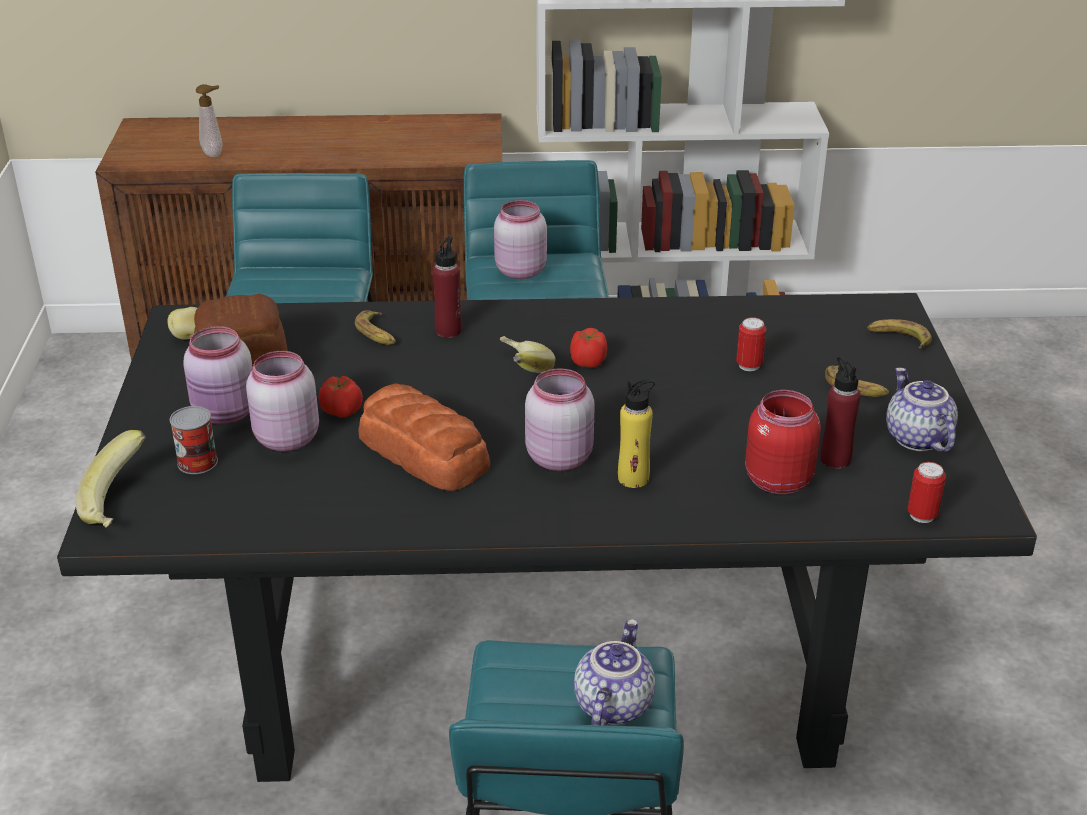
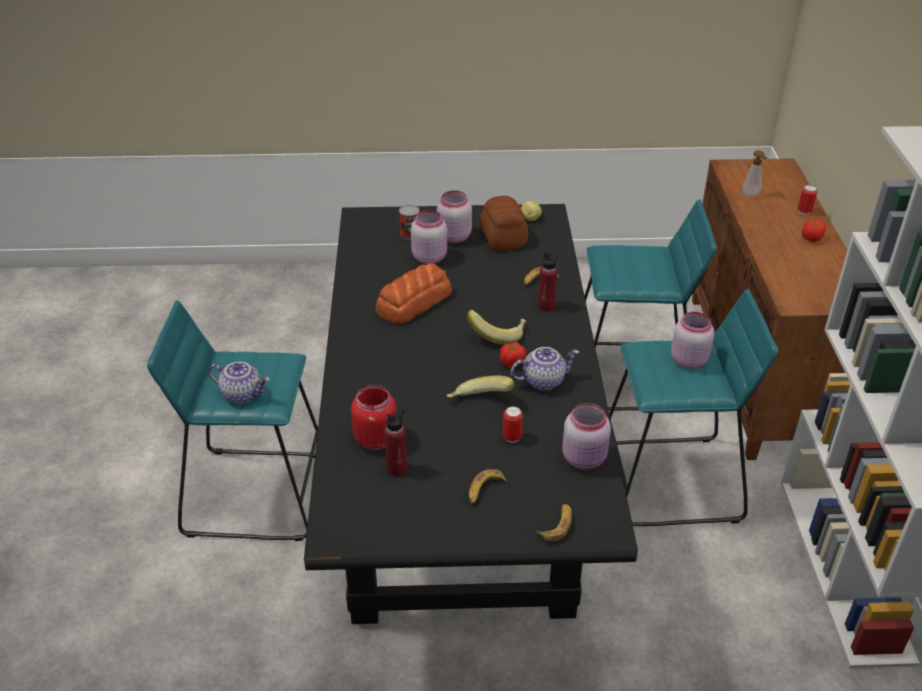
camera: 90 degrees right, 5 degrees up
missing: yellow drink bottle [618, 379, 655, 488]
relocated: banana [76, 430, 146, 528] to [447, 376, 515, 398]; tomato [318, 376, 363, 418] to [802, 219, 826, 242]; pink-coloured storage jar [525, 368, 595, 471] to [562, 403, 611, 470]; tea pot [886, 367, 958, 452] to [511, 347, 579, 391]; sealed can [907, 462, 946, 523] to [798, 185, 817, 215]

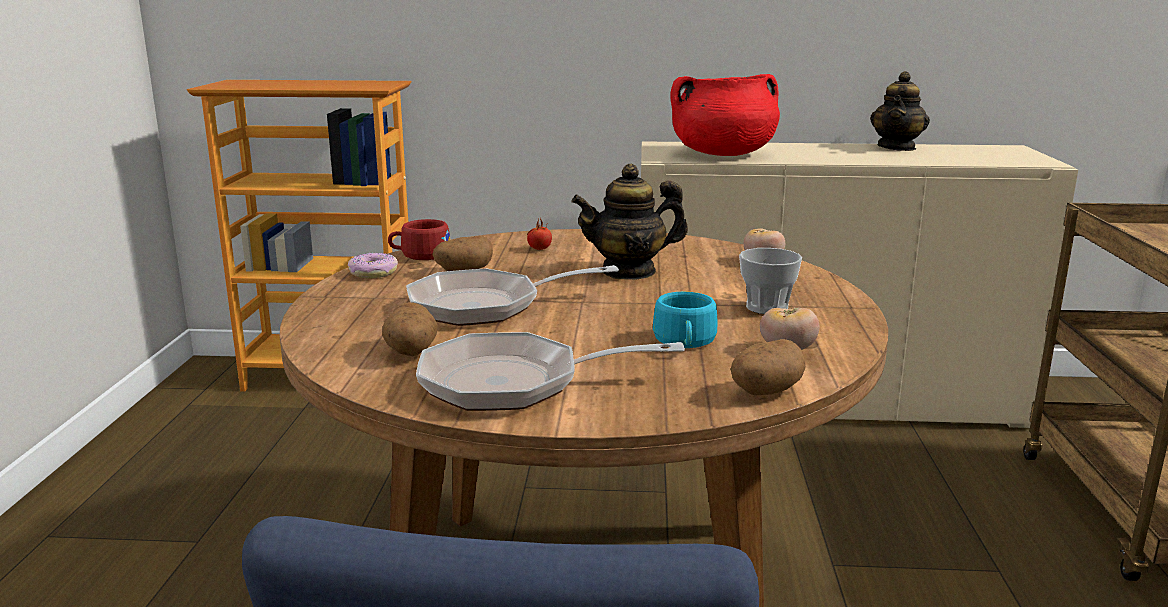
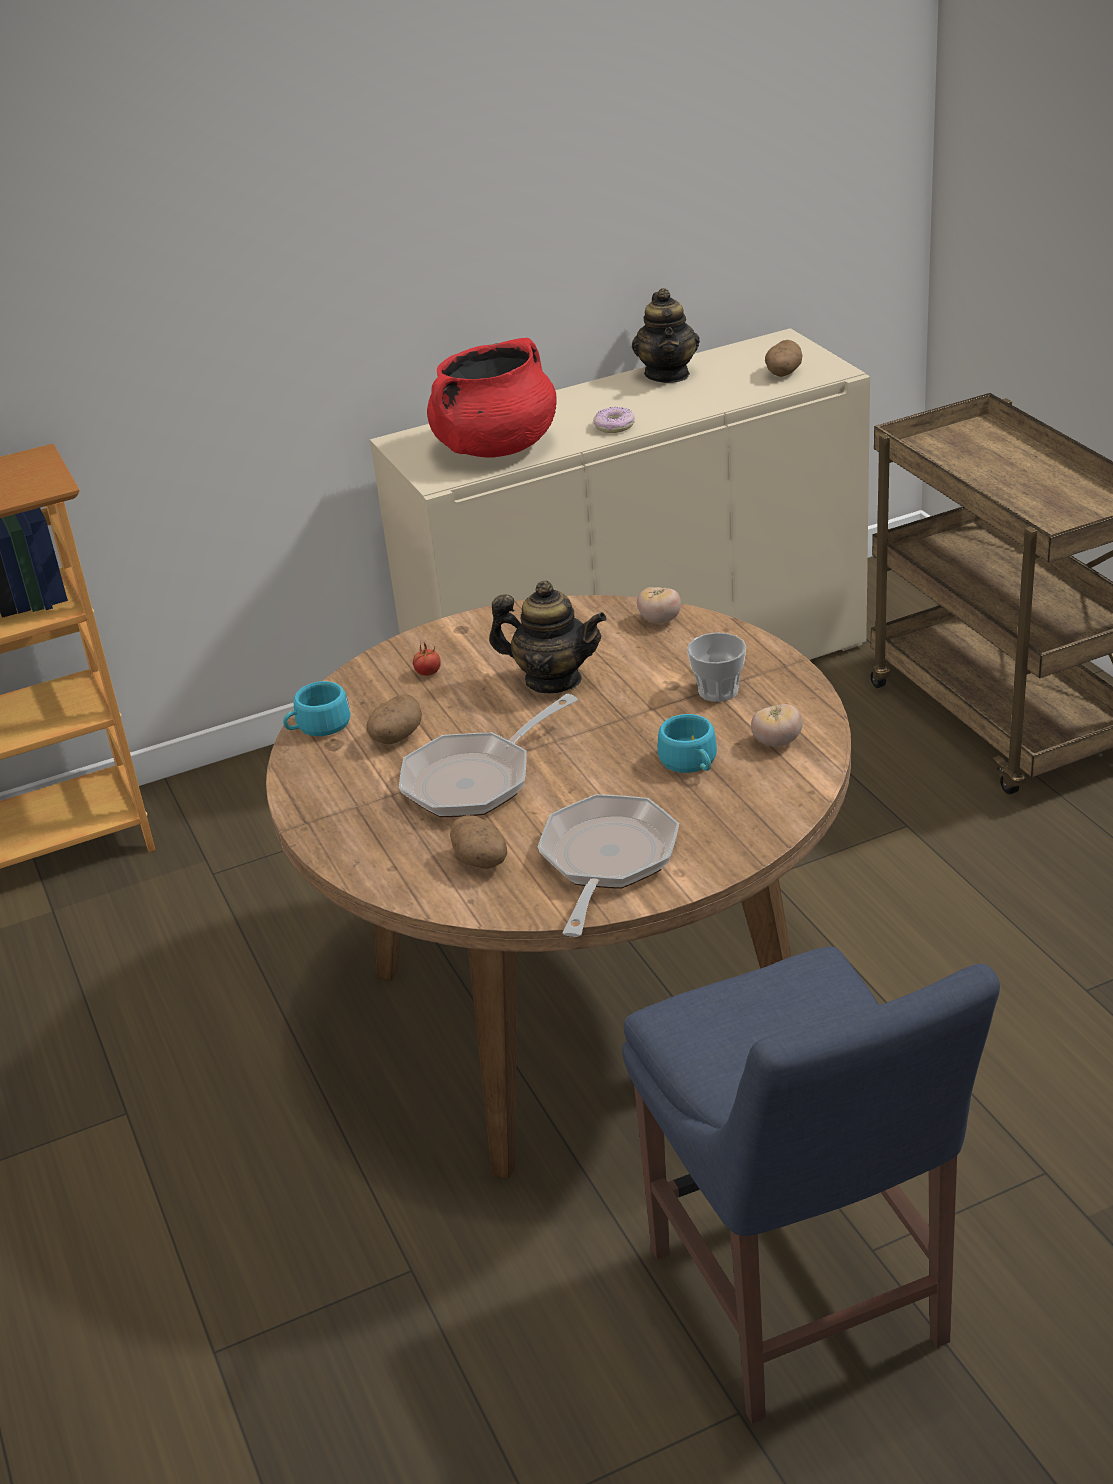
camera: 25 degrees left, 15 degrees up
relocated: doughnut [348, 253, 398, 278] to [593, 407, 635, 433]; spud [731, 339, 806, 396] to [765, 340, 803, 377]
colour: red drinking cup [388, 219, 450, 260] to blue-green drinking cup [283, 681, 351, 736]
spun: skillet [416, 332, 685, 411] = [538, 794, 679, 937] 135 degrees clockwise; tea pot [571, 164, 688, 280] = [489, 580, 607, 693] 120 degrees counterclockwise

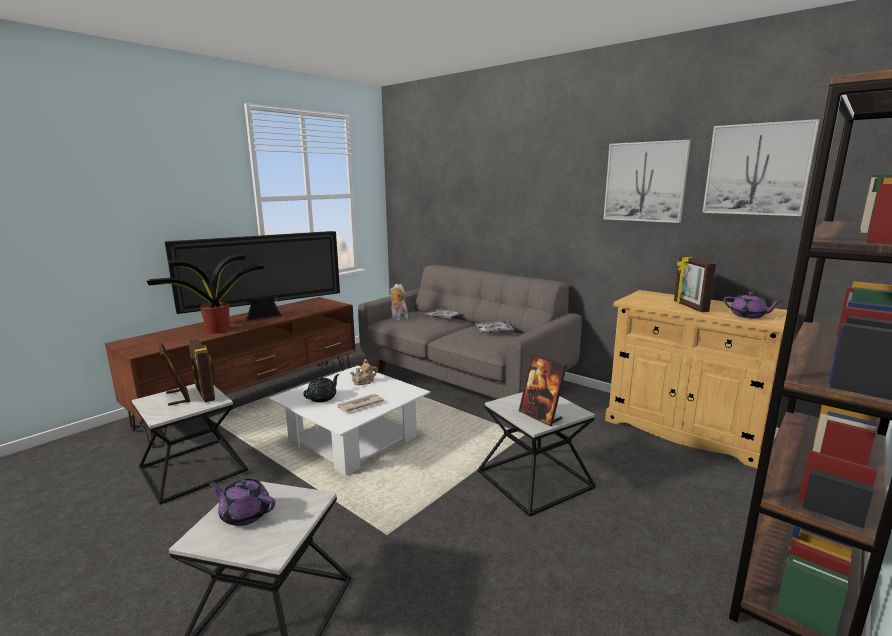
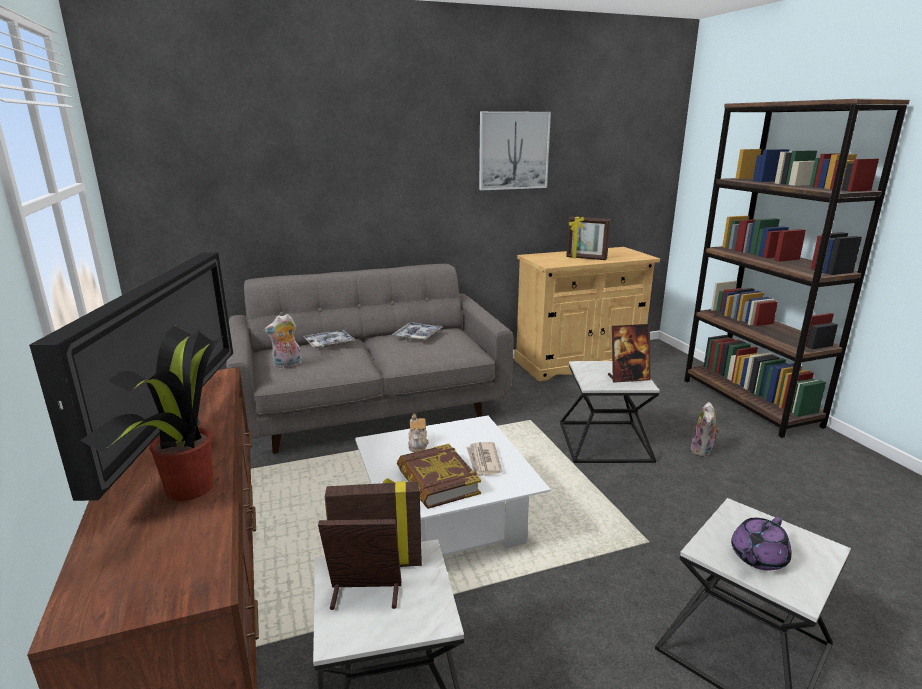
camera: 60 degrees left, 5 degrees up
missing: wall art [702, 119, 820, 216]; purplish tea pot [724, 292, 782, 319]
appeared: soft toy [690, 402, 719, 457]
exchanged: black-coloured tea pot [303, 374, 339, 403] to bound book [397, 444, 481, 509]

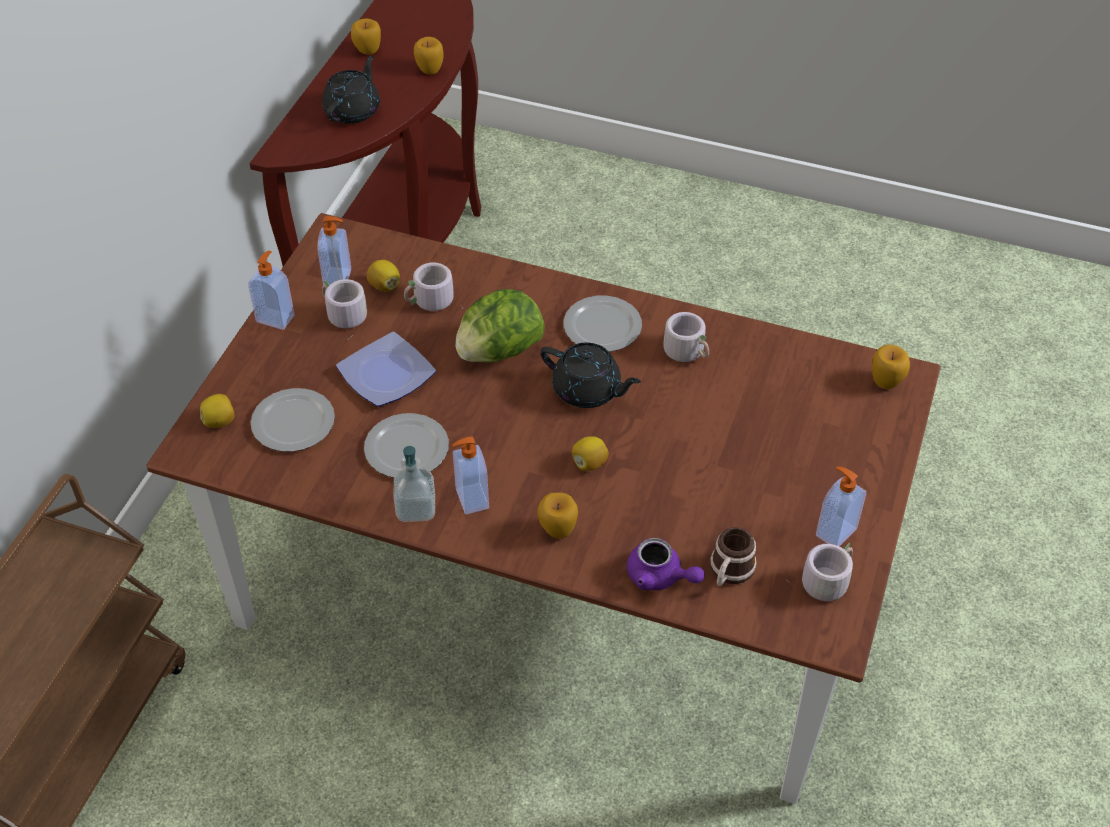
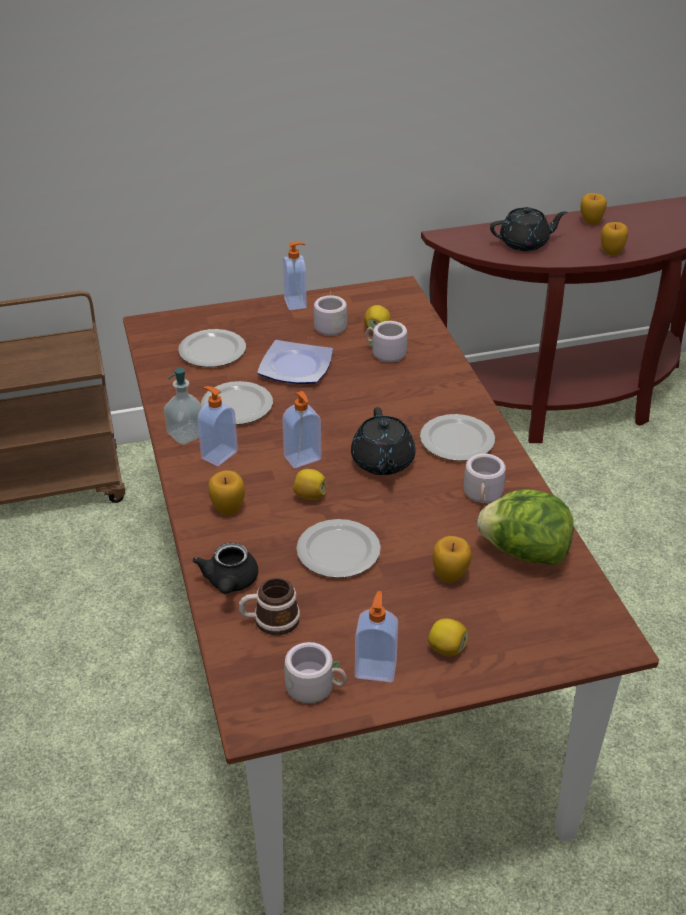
camera: 55 degrees right, 10 degrees down
appeared: flat dish [296, 519, 381, 578]
relocated: citrus fruit [200, 394, 234, 428] to [428, 618, 468, 656]; soap dispenser [318, 216, 351, 289] to [282, 391, 322, 468]; lettuce head [455, 289, 545, 363] to [477, 489, 574, 565]; whole apple [872, 344, 910, 389] to [433, 536, 471, 583]
colour: purplish tea pot [627, 538, 705, 590] to black-coloured tea pot [192, 543, 258, 594]

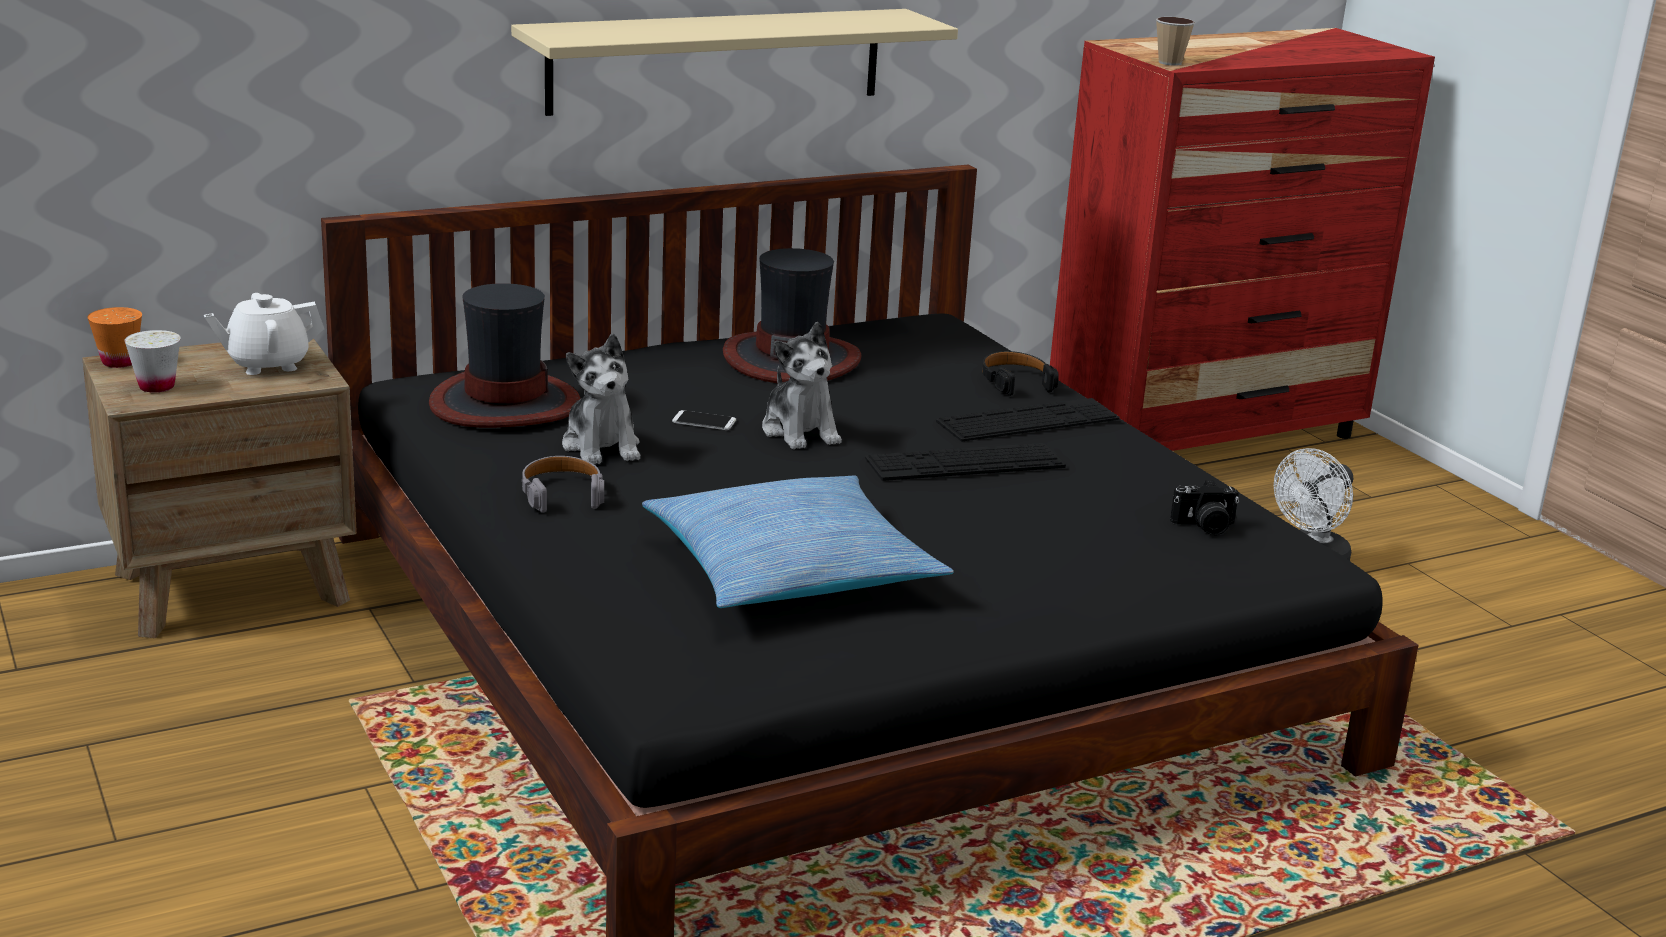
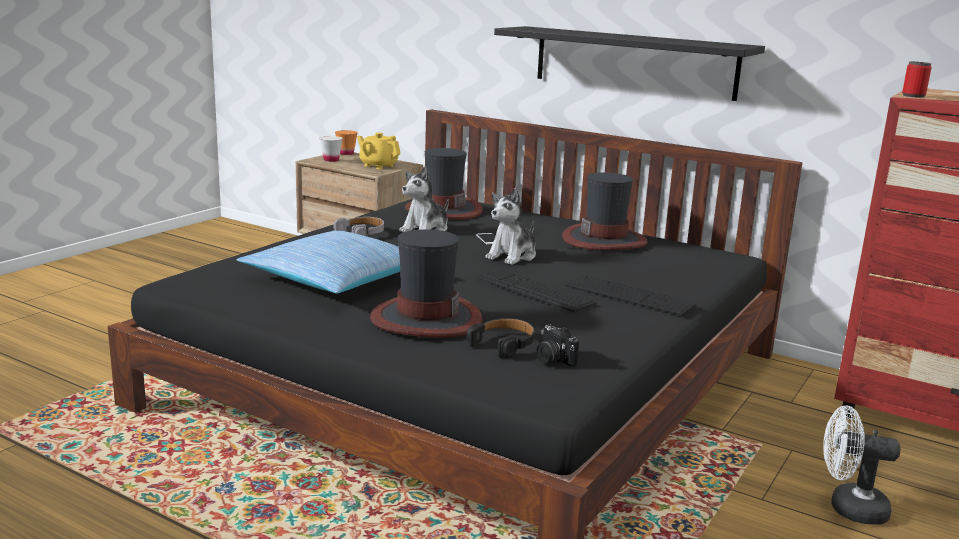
camera: 60 degrees right, 5 degrees down
appeared: hat [370, 229, 482, 338]
relocated: black-coloured headphones [982, 351, 1059, 396] to [467, 318, 535, 358]
exchanged: drinking cup [1156, 17, 1195, 66] to sealed can [902, 62, 932, 98]
colour: white tea pot [204, 293, 324, 375] to yellow tea pot [357, 132, 400, 169]; beige bracket shelf [511, 9, 958, 116] to black-coloured bracket shelf [494, 26, 765, 101]

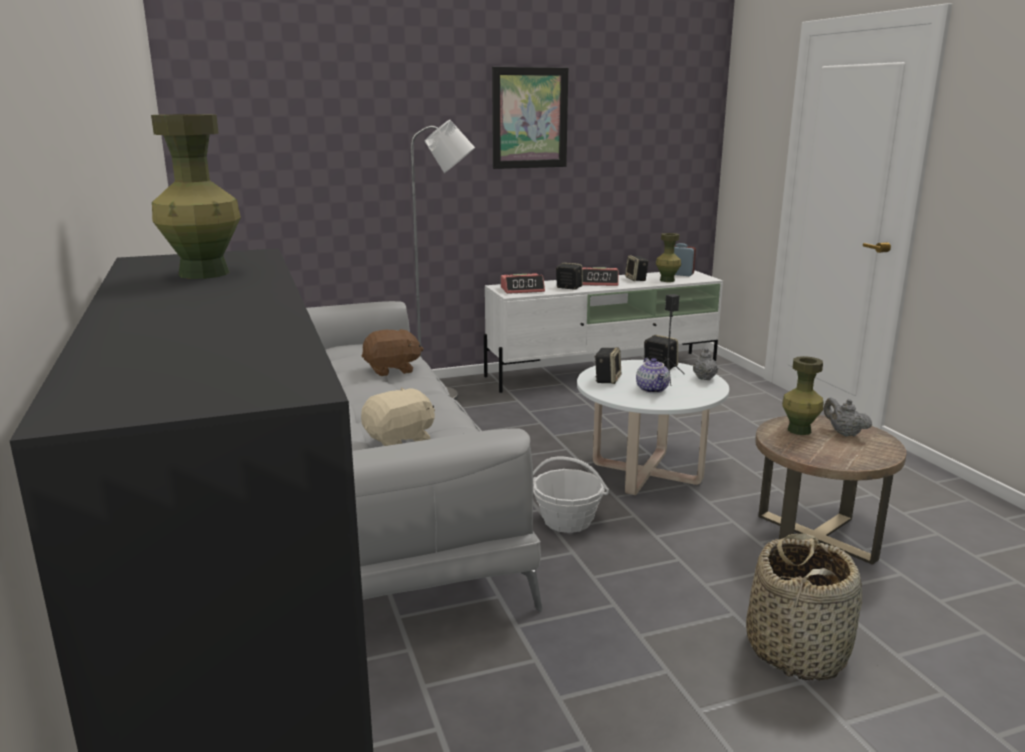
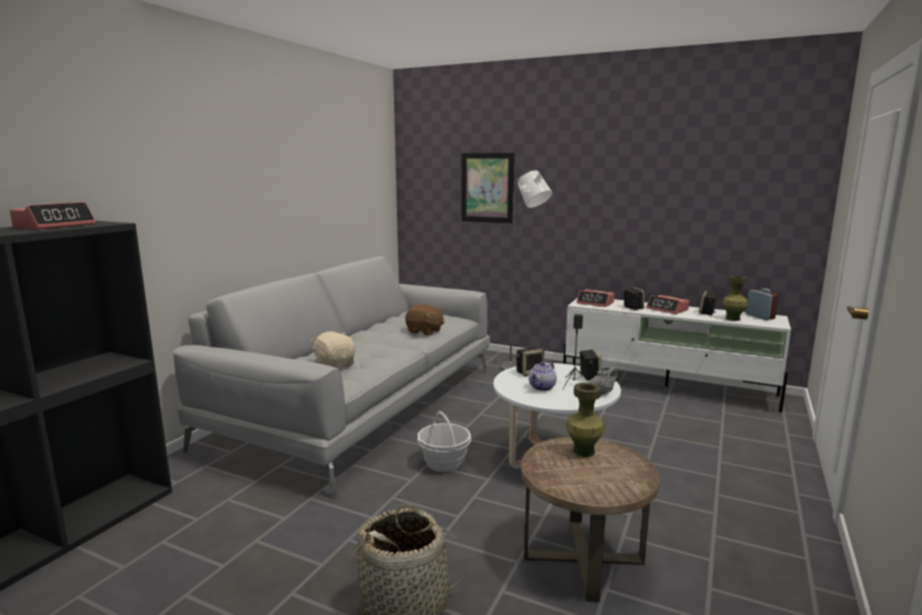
camera: 45 degrees right, 5 degrees down
missing: grey tea pot [824, 398, 872, 436]
relocated: wall art [492, 67, 569, 169] to [461, 153, 515, 223]
exchanged: green flower vase [151, 114, 241, 279] to table clock [10, 202, 96, 230]
spun: beige soft toy [361, 387, 435, 446] = [310, 332, 355, 368] 135 degrees counterclockwise

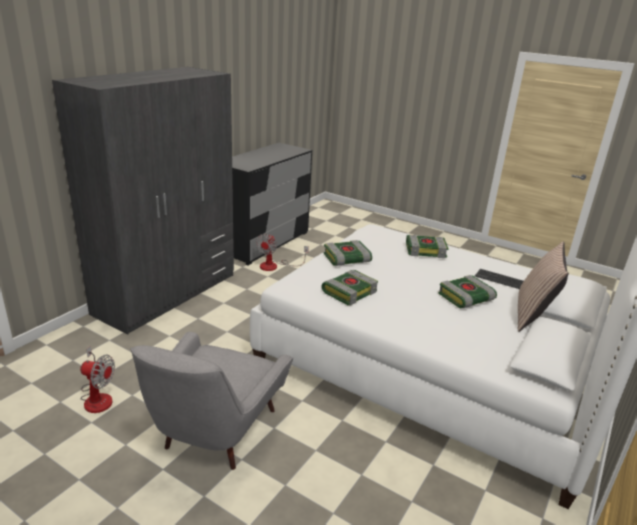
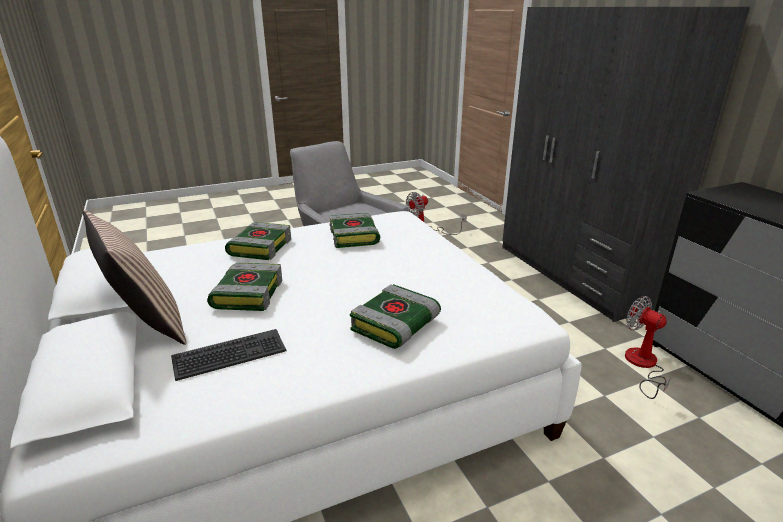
camera: 125 degrees right, 0 degrees up
relocated: bound book [323, 240, 372, 266] to [225, 222, 291, 260]

